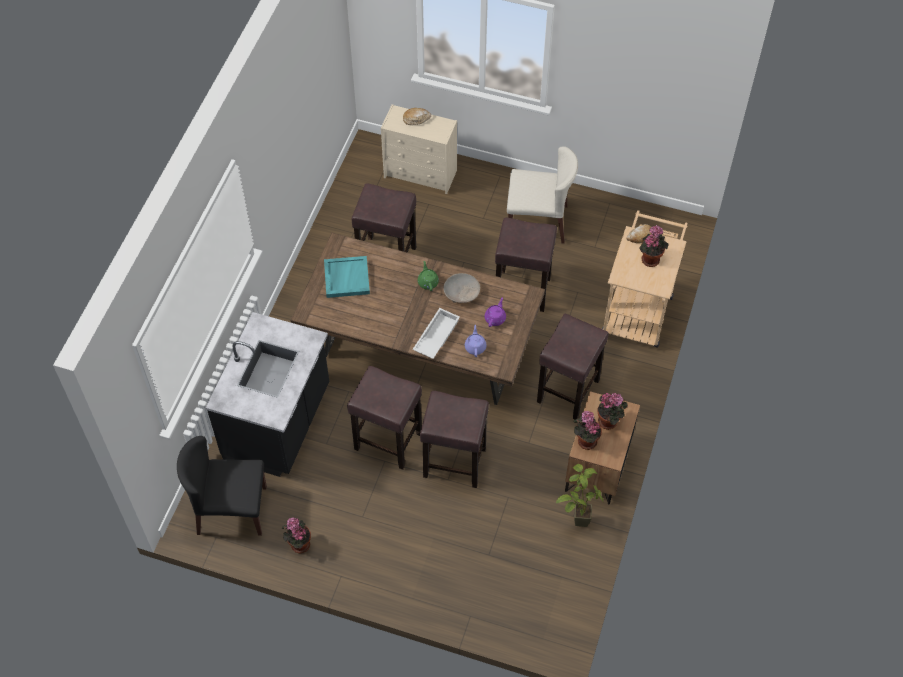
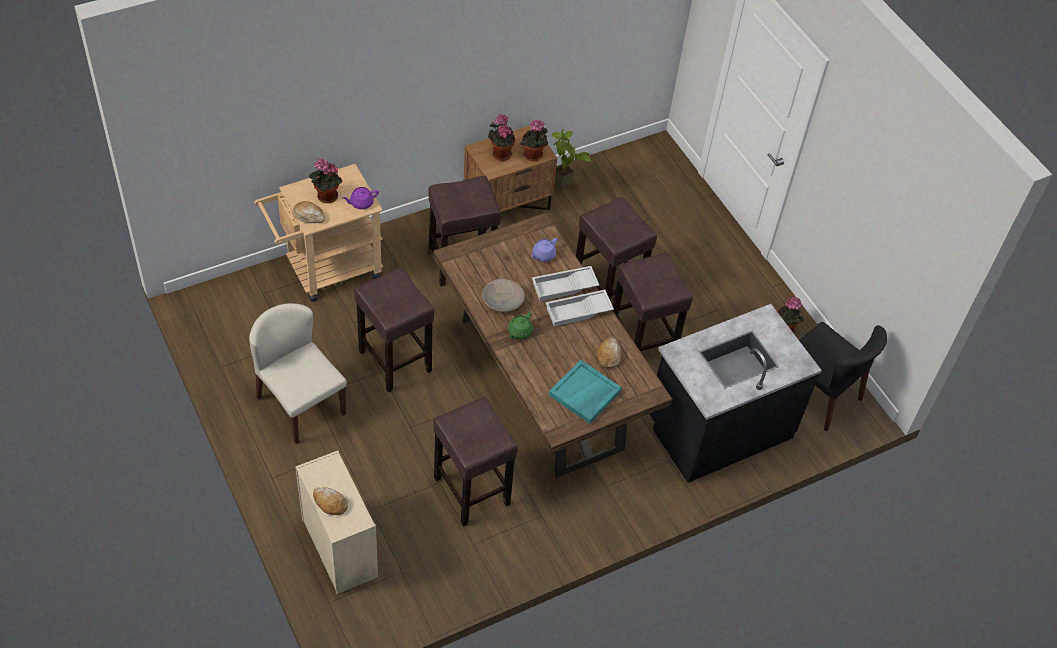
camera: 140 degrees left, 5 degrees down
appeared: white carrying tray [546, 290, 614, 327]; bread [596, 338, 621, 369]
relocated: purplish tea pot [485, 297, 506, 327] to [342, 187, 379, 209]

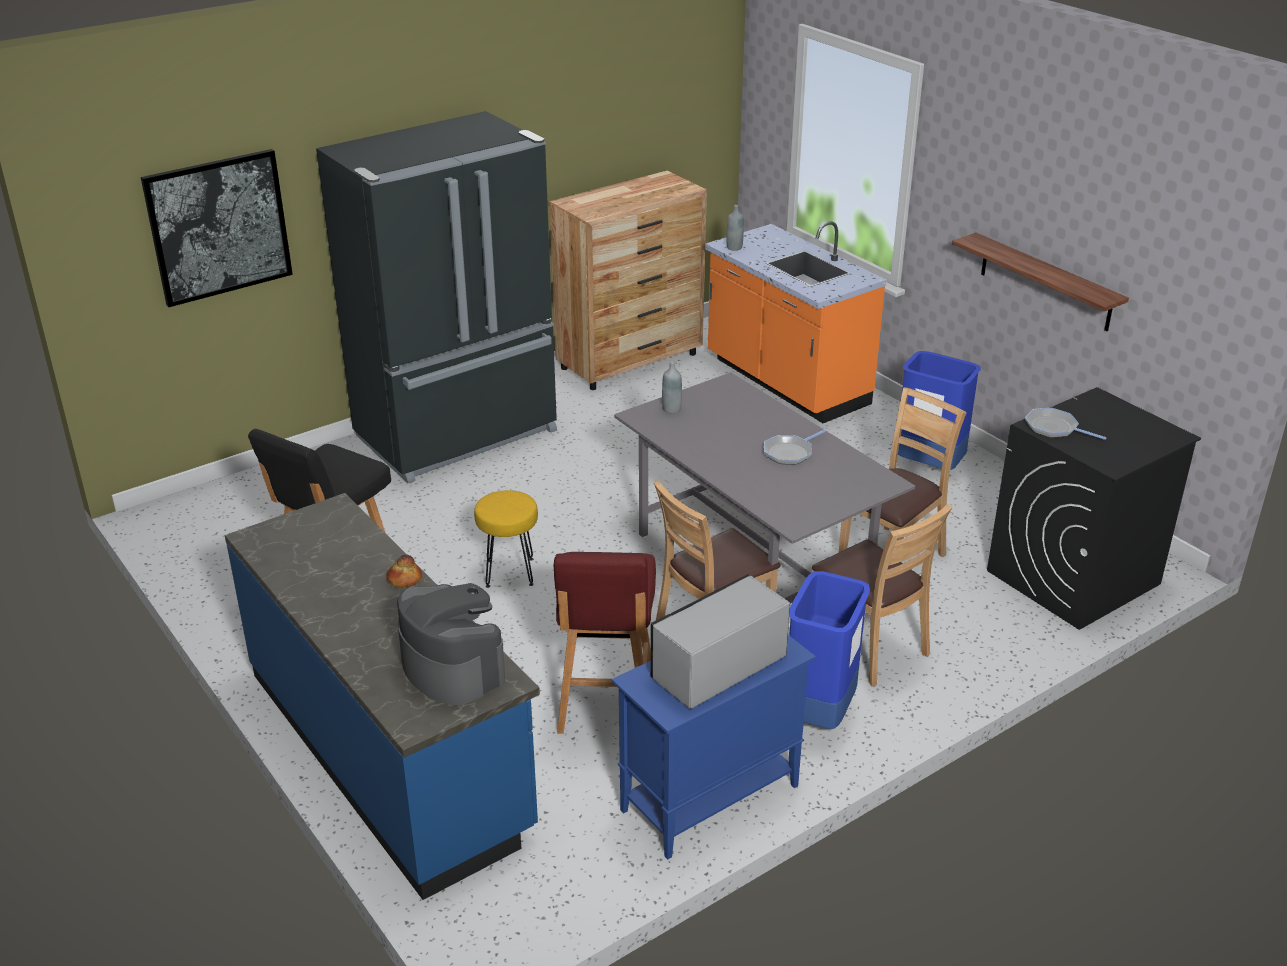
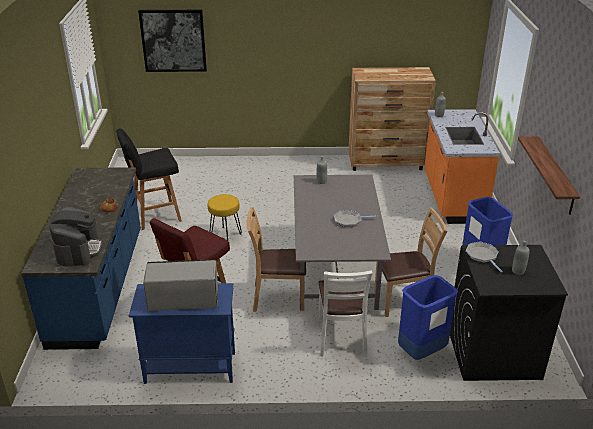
camera: 35 degrees right, 0 degrees up
missing: black-coloured refrigerator [316, 111, 557, 483]
appeared: grey drink bottle [512, 240, 529, 275]
relocated: blue waste bin [789, 571, 870, 729] to [398, 275, 458, 360]
colour: brown-coloured upright chair [812, 504, 952, 687] to white upright chair [319, 270, 373, 356]

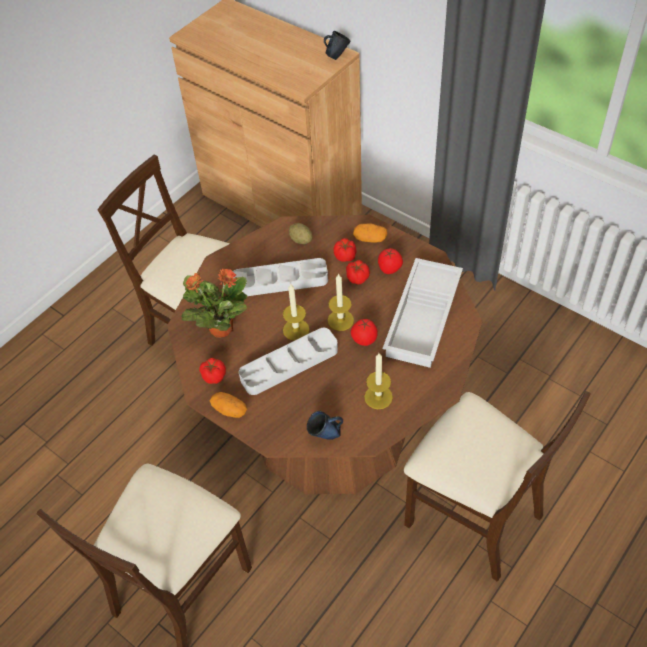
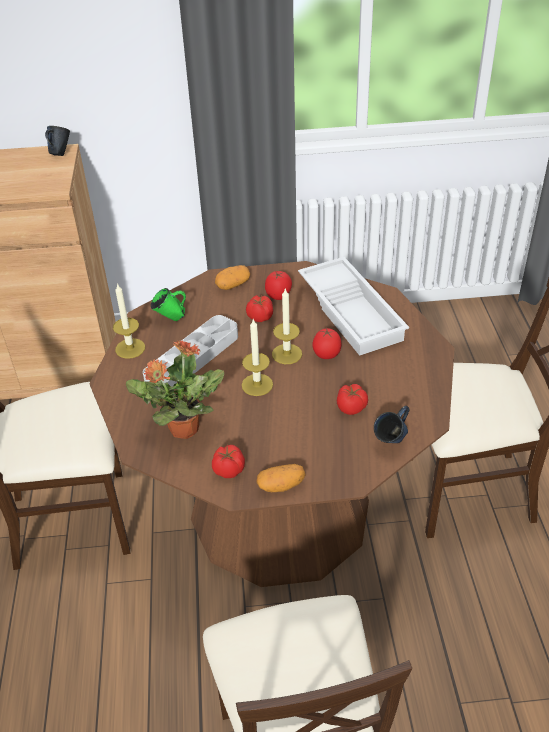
camera: 45 degrees left, 10 degrees down
missing: grey carrying tray [239, 328, 338, 395]
relocated: tomato [333, 238, 357, 262] to [337, 384, 368, 415]; wax candle [364, 353, 393, 409] to [113, 283, 145, 359]
exchanged: spud [289, 223, 312, 244] to green mug [151, 288, 186, 321]

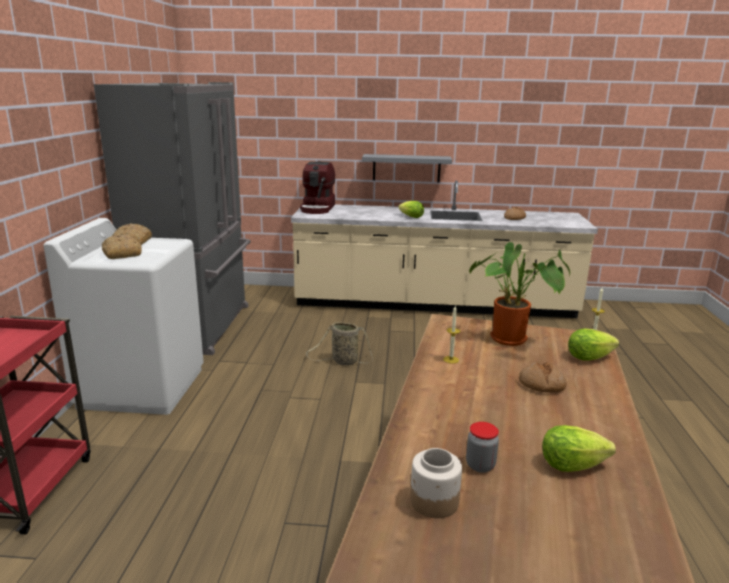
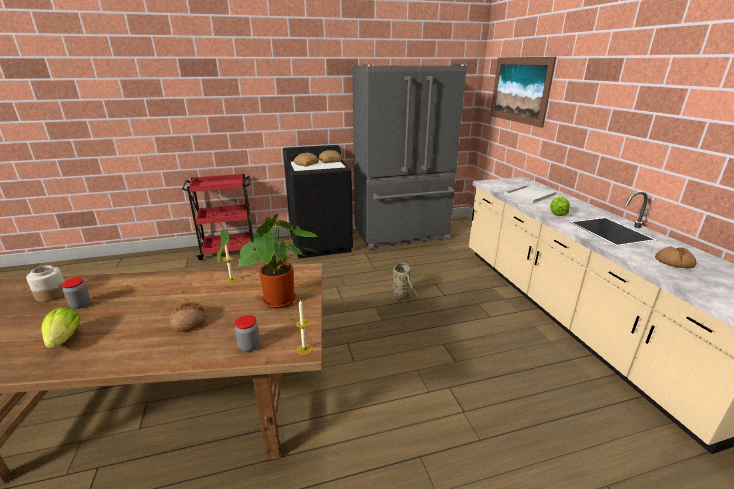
camera: 70 degrees right, 5 degrees up
missing: coffee machine [300, 161, 335, 214]; grey bracket shelf [362, 154, 452, 182]
appeared: wall art [490, 57, 556, 128]; white carrying tray [504, 185, 556, 203]
exchanged: lettuce head [568, 329, 619, 361] to storage jar [235, 315, 260, 352]
colour: white washing machine [43, 218, 204, 415] to black-coloured washing machine [283, 145, 353, 258]

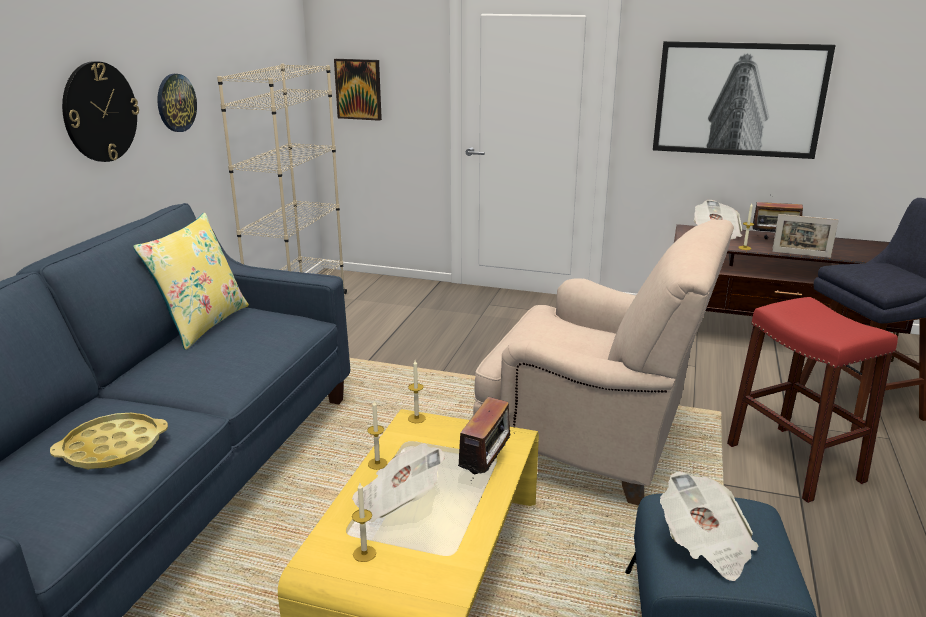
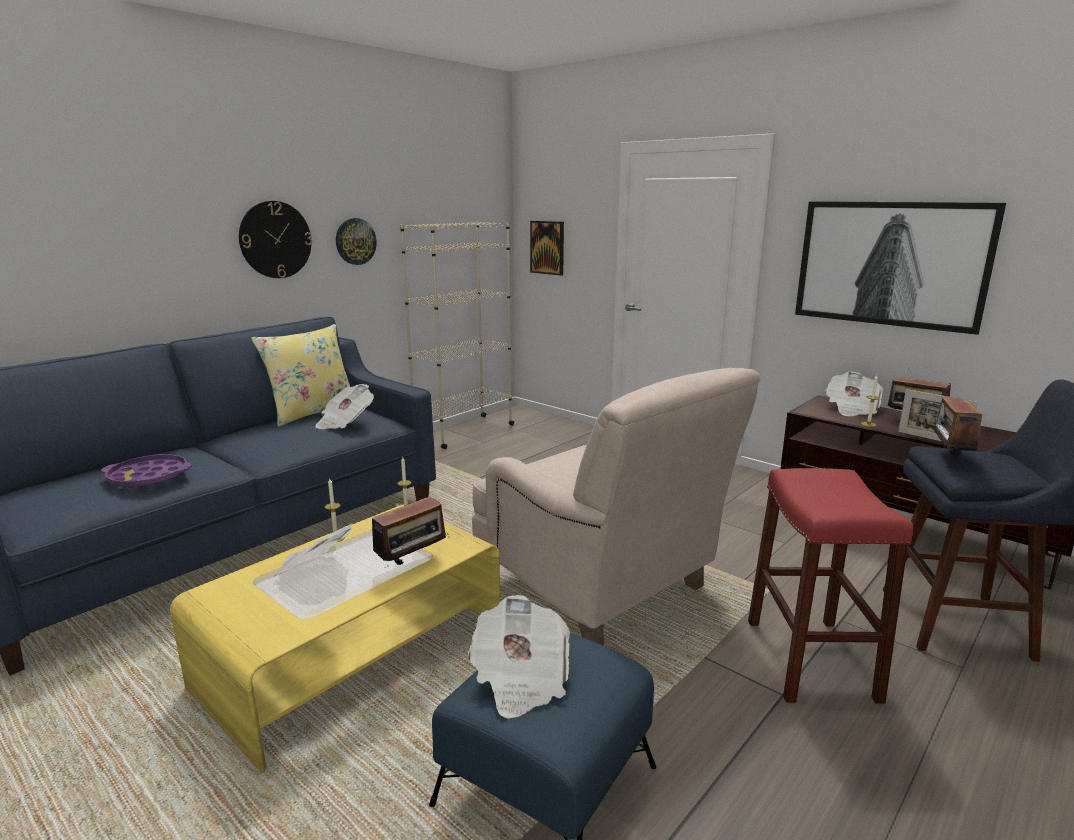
camera: 25 degrees right, 5 degrees down
missing: wax candle [352, 483, 376, 562]
appeared: newspaper [315, 384, 374, 429]; radio set [923, 383, 988, 456]
colour: yellow carrying tray [50, 413, 168, 470] to purplish carrying tray [101, 454, 192, 488]

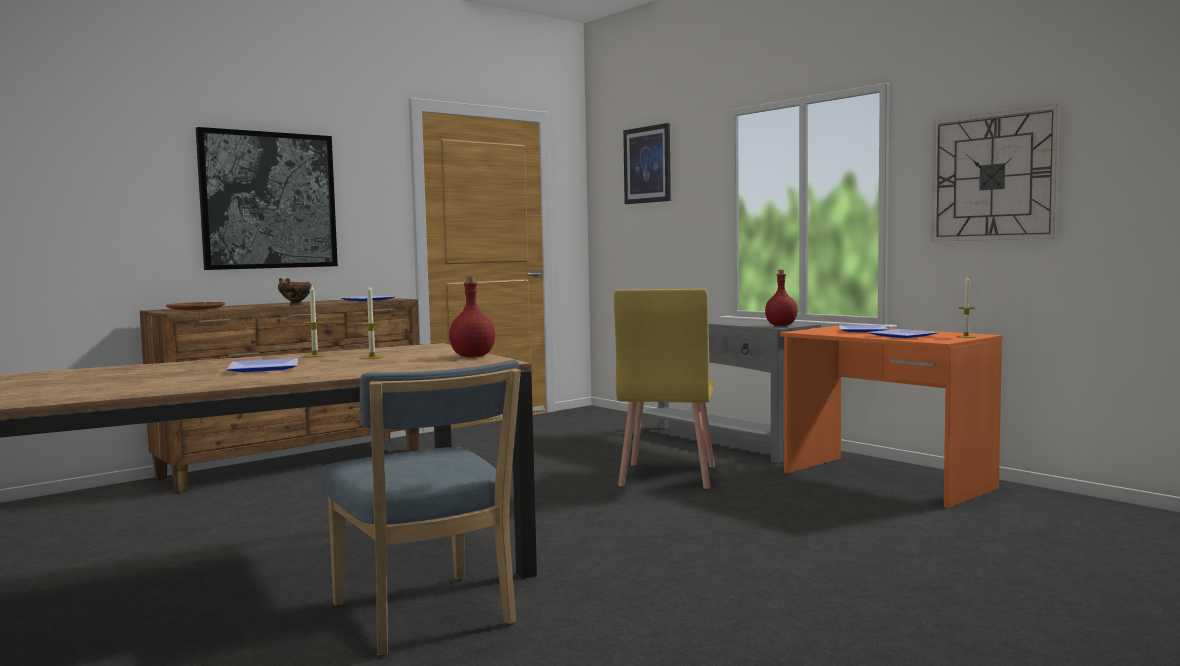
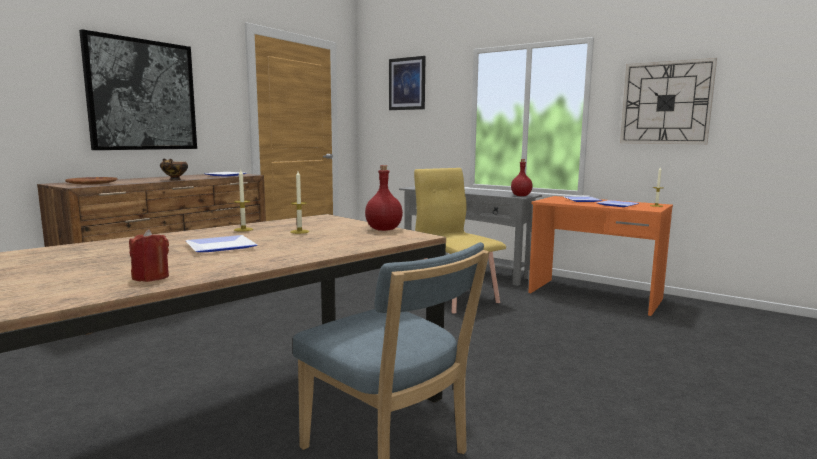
camera: 15 degrees left, 5 degrees up
appeared: red wax candle [129, 229, 169, 282]
spun: yellow upright chair [614, 289, 715, 489] = [414, 168, 506, 314] 150 degrees clockwise

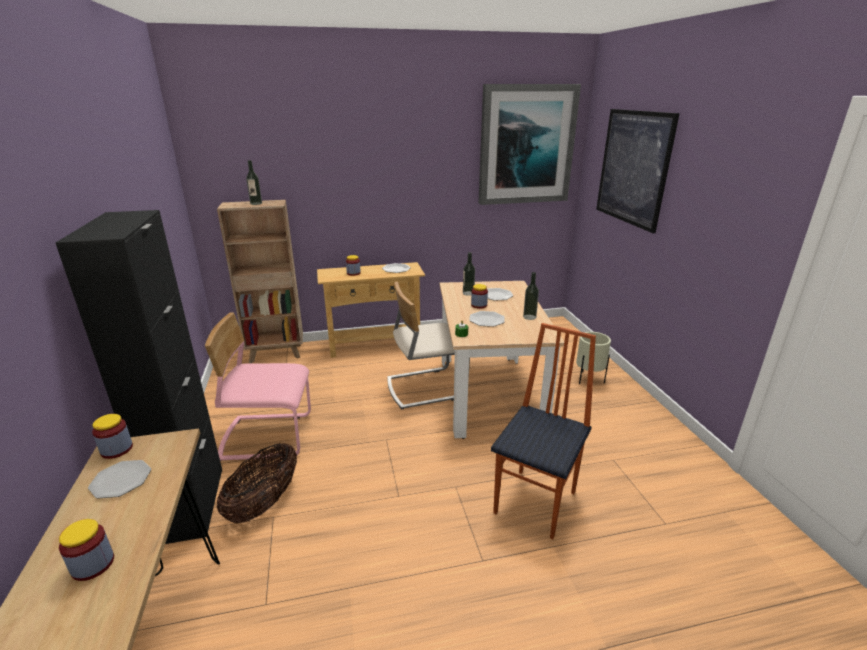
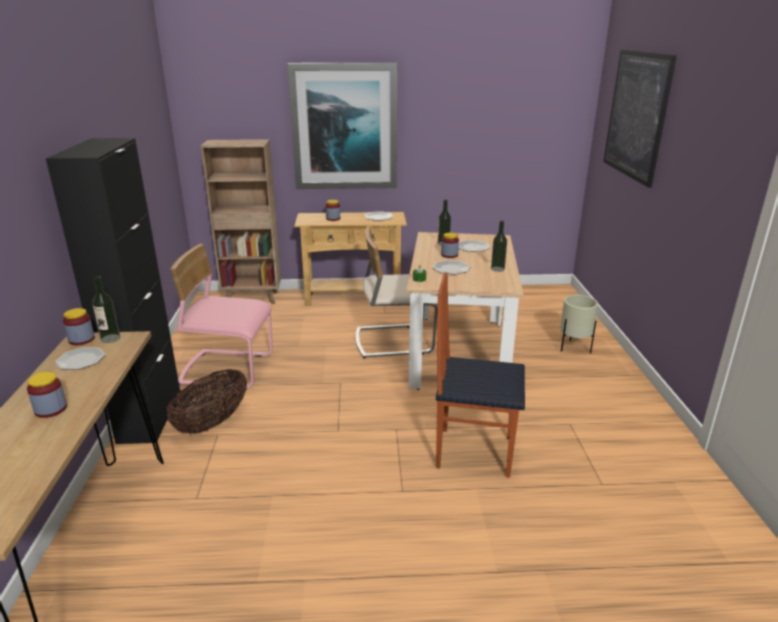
camera: 10 degrees right, 0 degrees up
relocated: drink bottle [246, 160, 262, 205] to [92, 276, 120, 343]; wall art [478, 84, 581, 205] to [287, 63, 397, 189]
spun: upright chair [491, 323, 596, 540] = [436, 272, 525, 478] 120 degrees counterclockwise

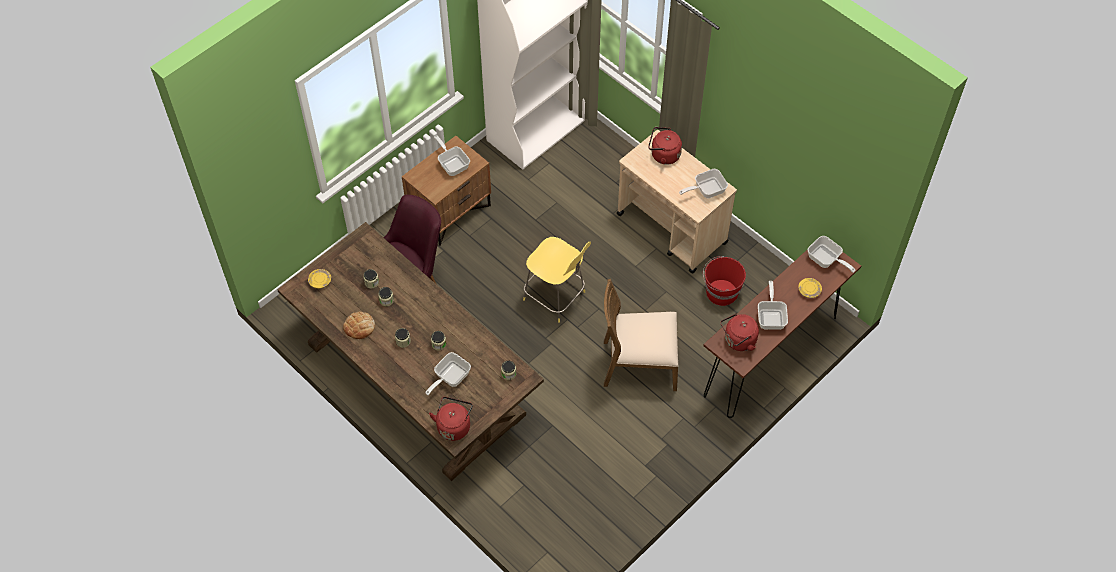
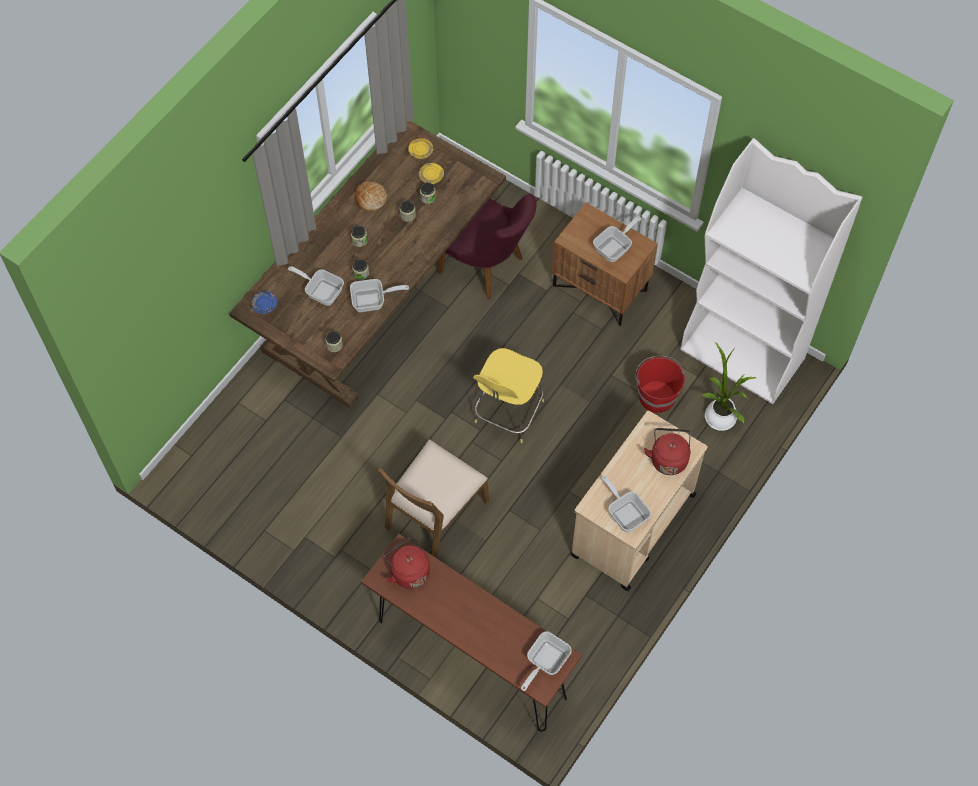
camera: 80 degrees right, 5 degrees up
appeared: houseplant [702, 342, 757, 431]
relocated: red water bucket [703, 256, 746, 306] to [636, 356, 685, 413]; skillet [758, 281, 788, 330] to [350, 279, 409, 312]; yellow flat dish [798, 278, 822, 298] to [419, 163, 444, 184]
exchanged: red water kettle [429, 397, 473, 441] to blue flat dish [251, 291, 277, 314]
spun: brown-coloured upright chair [604, 279, 678, 391] = [378, 440, 489, 558] 135 degrees counterclockwise

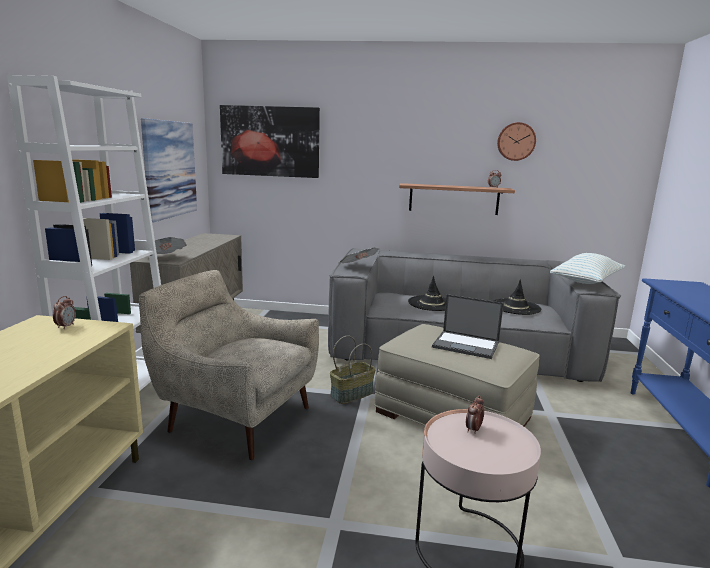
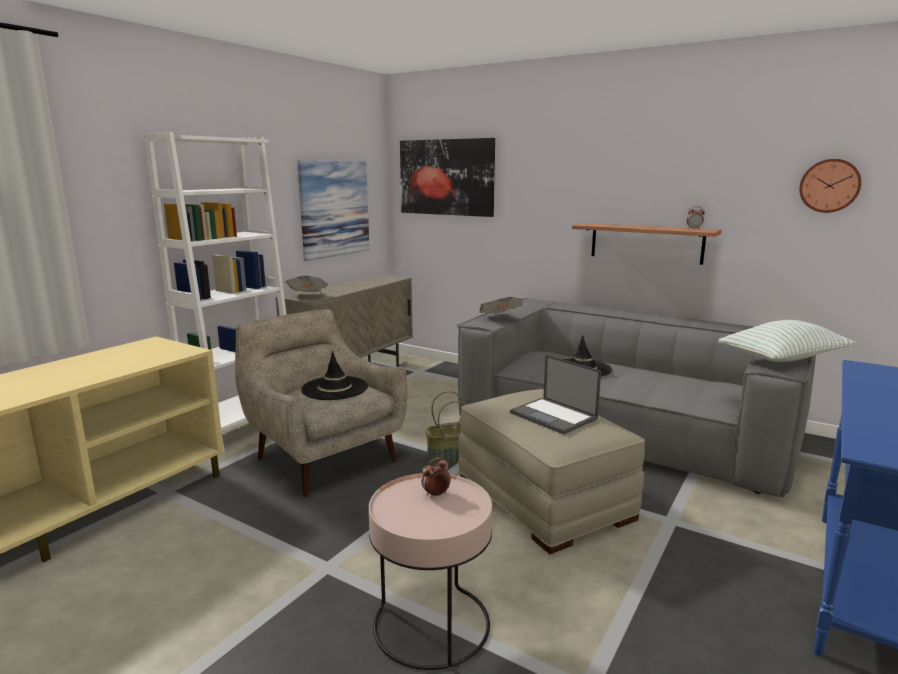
camera: 25 degrees right, 0 degrees up
missing: table clock [53, 296, 76, 329]
relocated: black-coloured hat [494, 279, 541, 315] to [301, 351, 368, 400]; wall clock [497, 122, 536, 161] to [799, 159, 862, 213]

